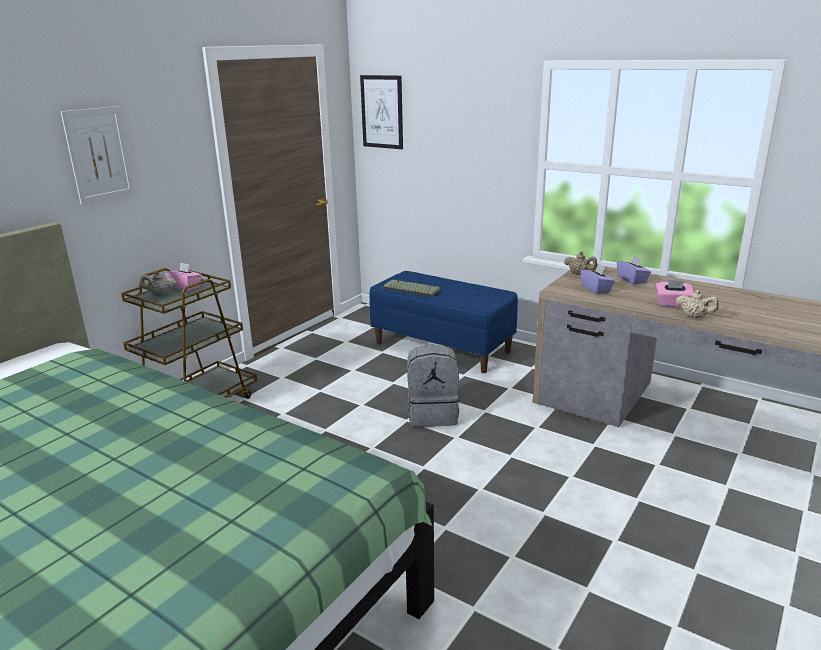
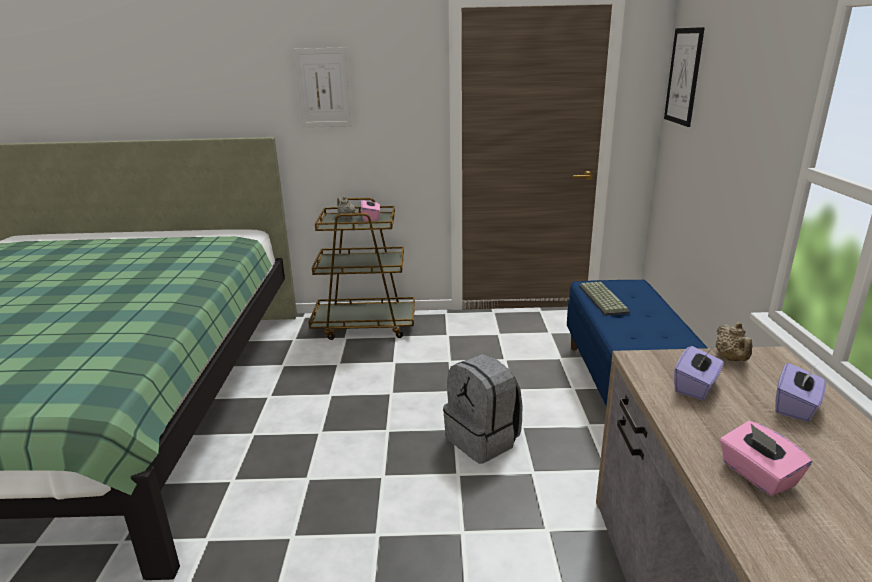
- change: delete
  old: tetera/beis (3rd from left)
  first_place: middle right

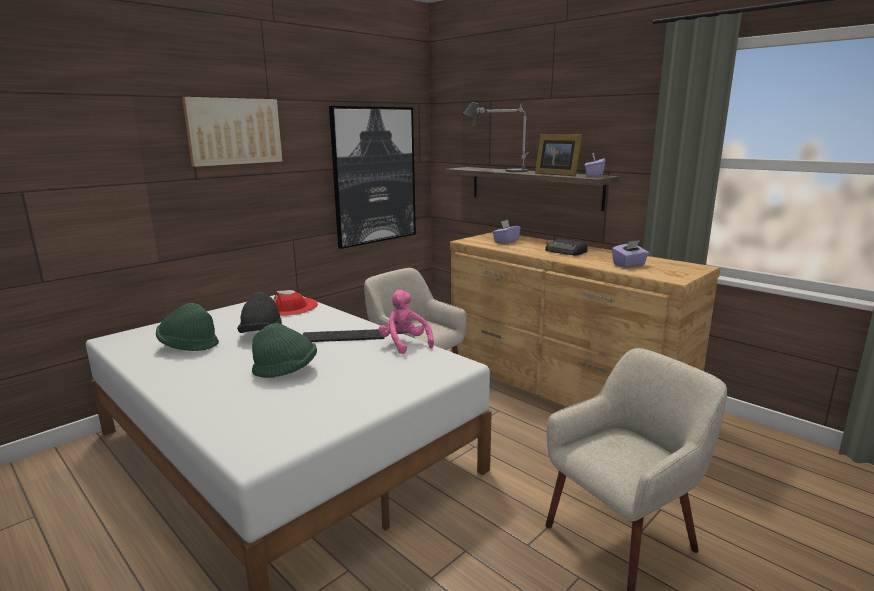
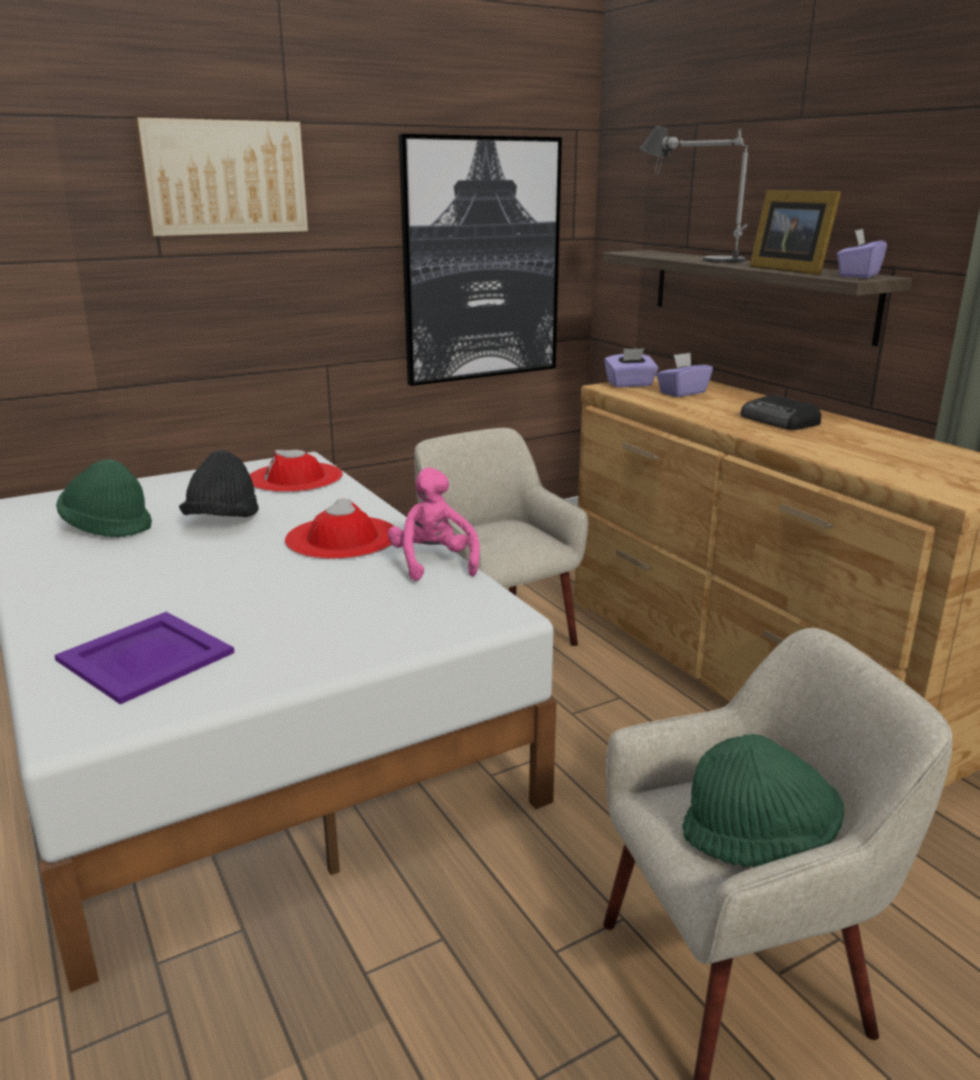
- change: move
  old: sombrero/verde (2nd from left)
  first_place: middle left
  second_place: bottom right
- change: replace
  old: teclado
  new: sombrero/rojo (2nd from left)
  first_place: centre
  second_place: centre
- change: move
  old: caja de pañuelos/morado (3rd from left in the first image)
  new: caja de pañuelos/morado (1st from left)
  first_place: middle right
  second_place: centre
- change: insert
  new: bandeja/morado
  second_place: middle left

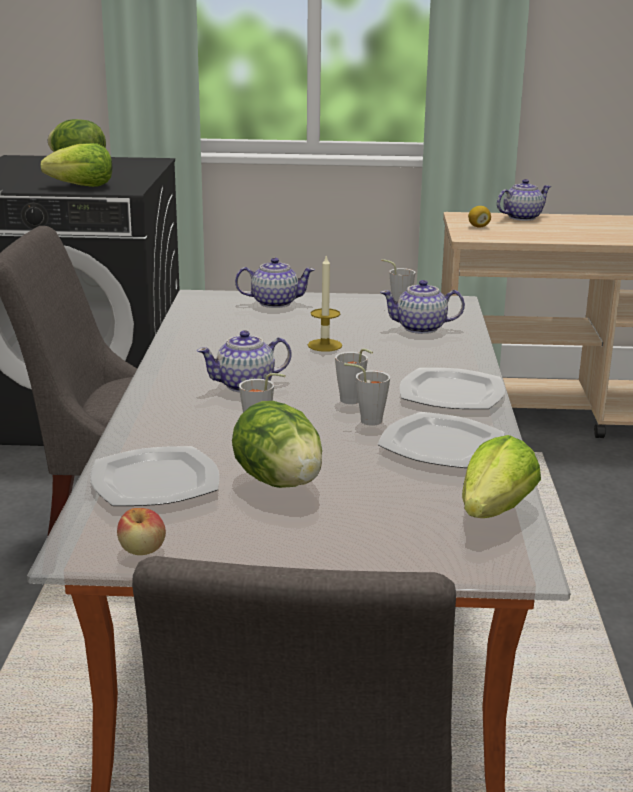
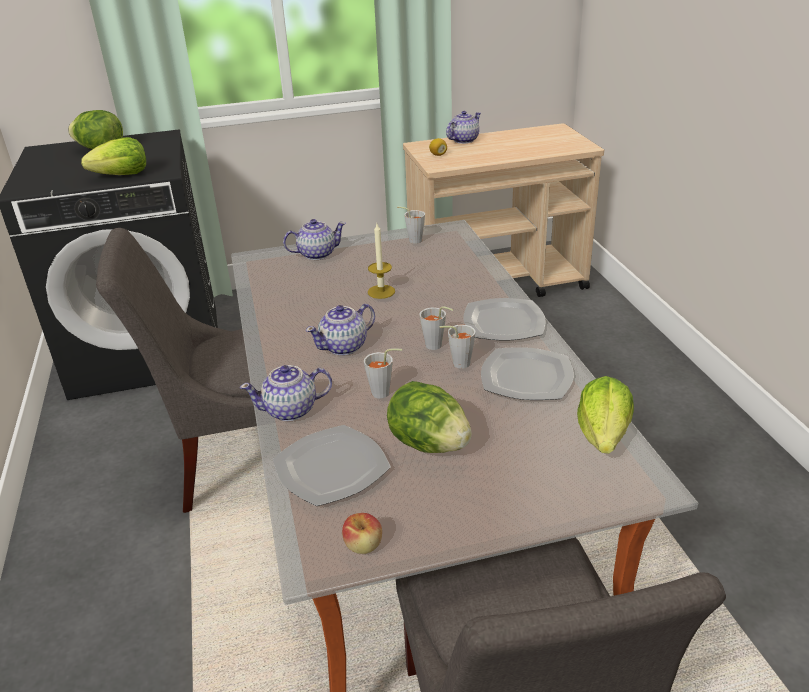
- change: move
  old: tetera (3rd from left in the first image)
  new: tetera (1st from left)
  first_place: middle right
  second_place: centre

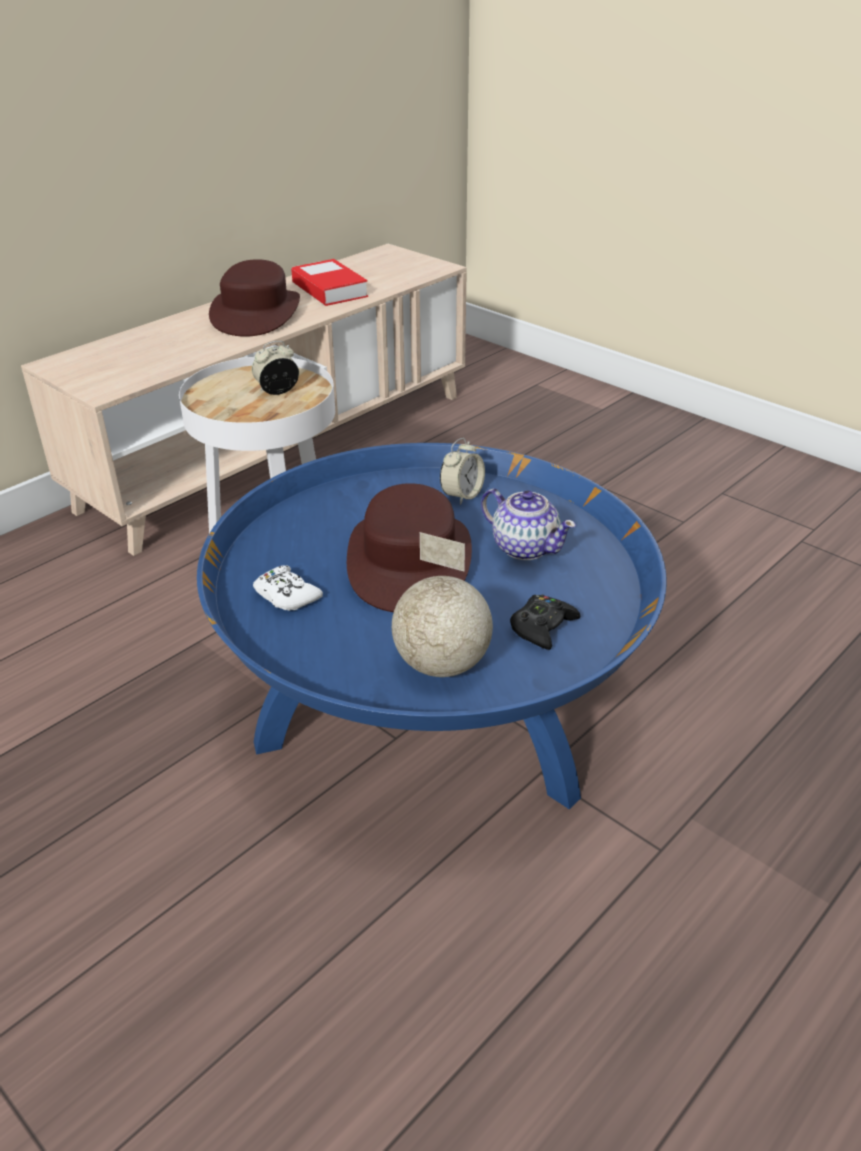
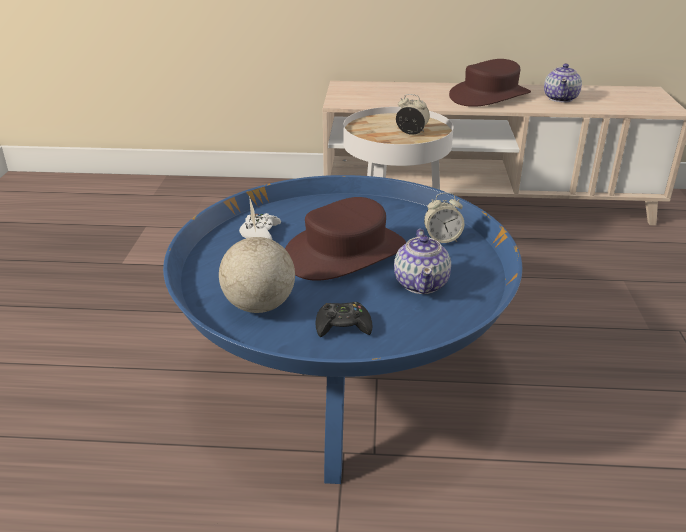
- change: replace
  old: libro
  new: tetera (2nd from left)
  first_place: top centre
  second_place: top right

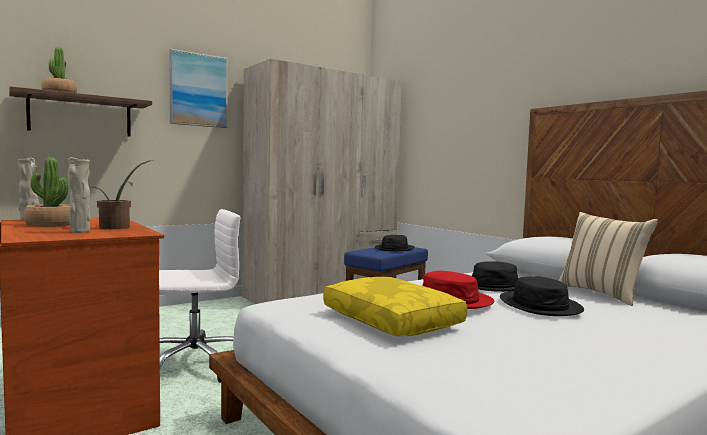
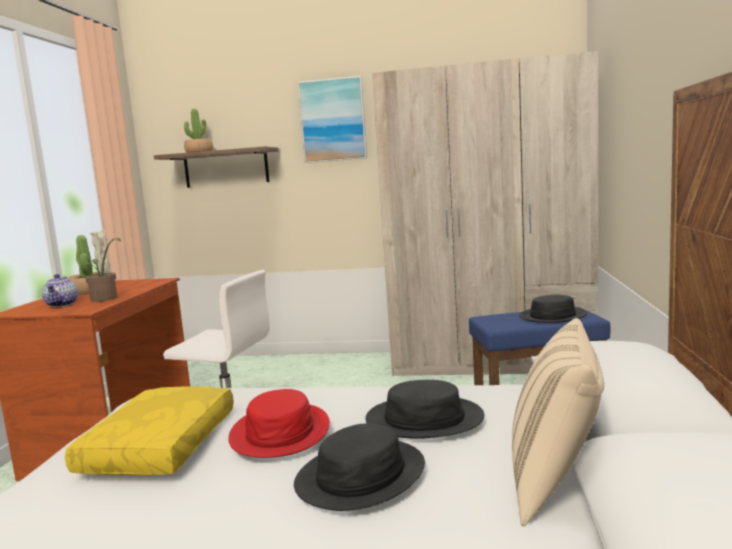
- change: replace
  old: florero/beis (2nd from left)
  new: tetera
  first_place: middle left
  second_place: middle left

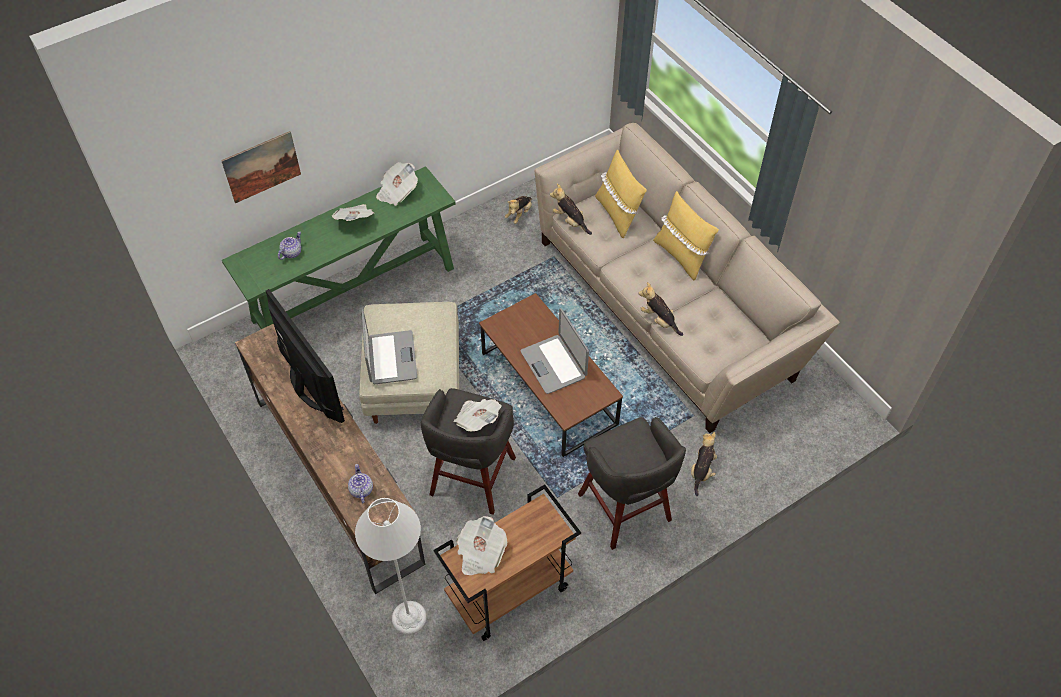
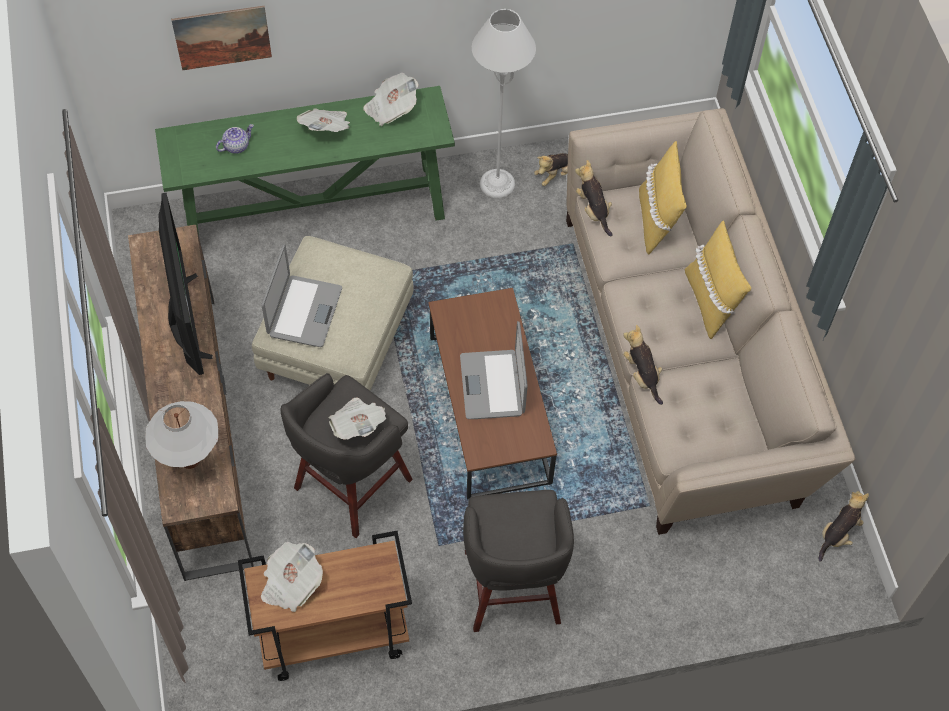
- change: replace
  old: tetera (2nd from left)
  new: lámpara de mesa/blanco
  first_place: bottom centre
  second_place: middle left
- change: move
  old: lámpara de pie/gris
  first_place: bottom centre
  second_place: top centre
- change: move
  old: peluche (4th from left)
  first_place: centre
  second_place: bottom right

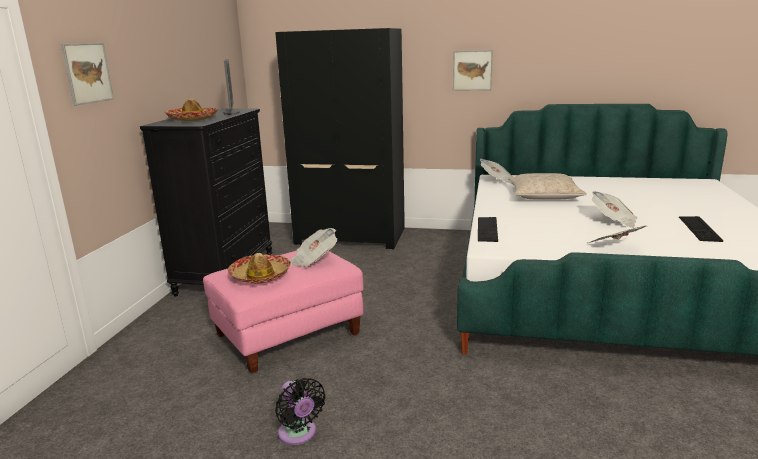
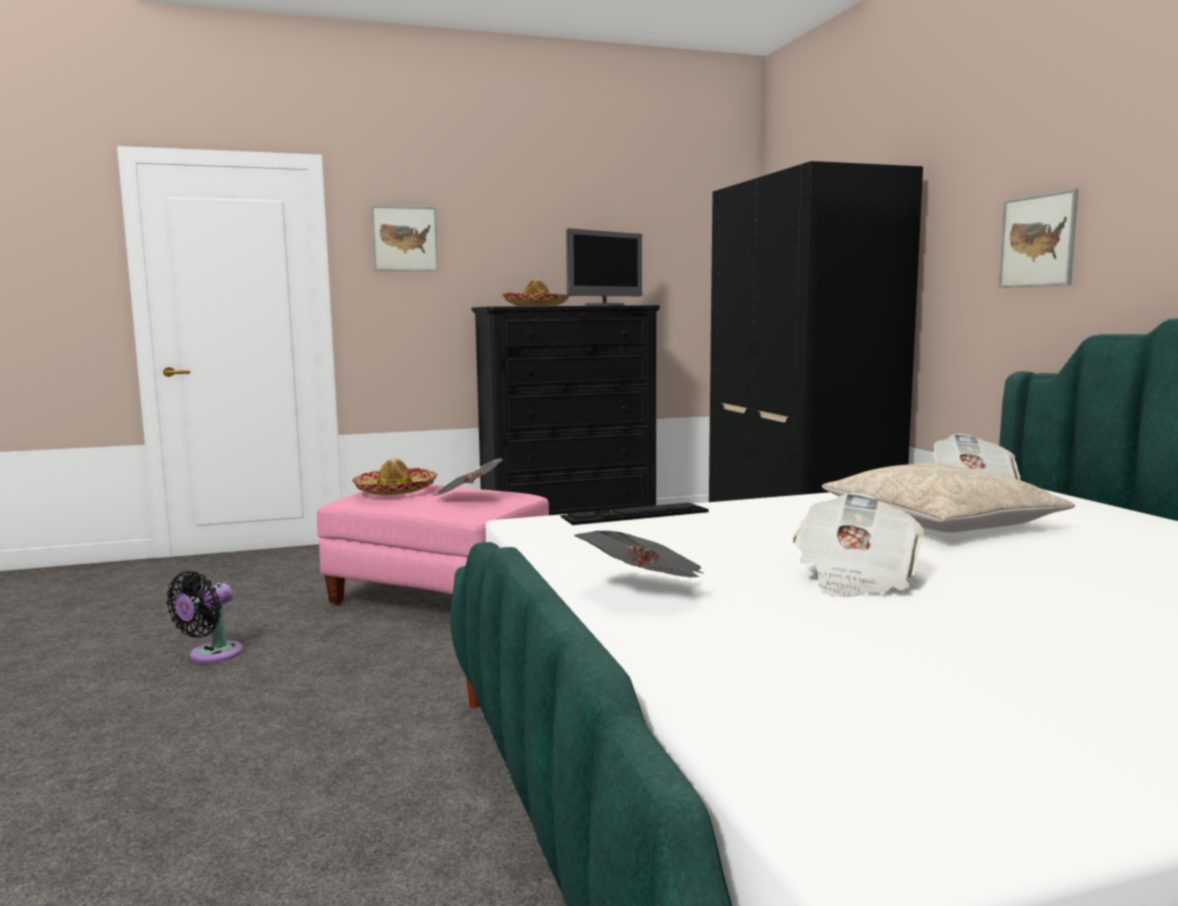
- change: delete
  old: teclado (2nd from left)
  first_place: middle right

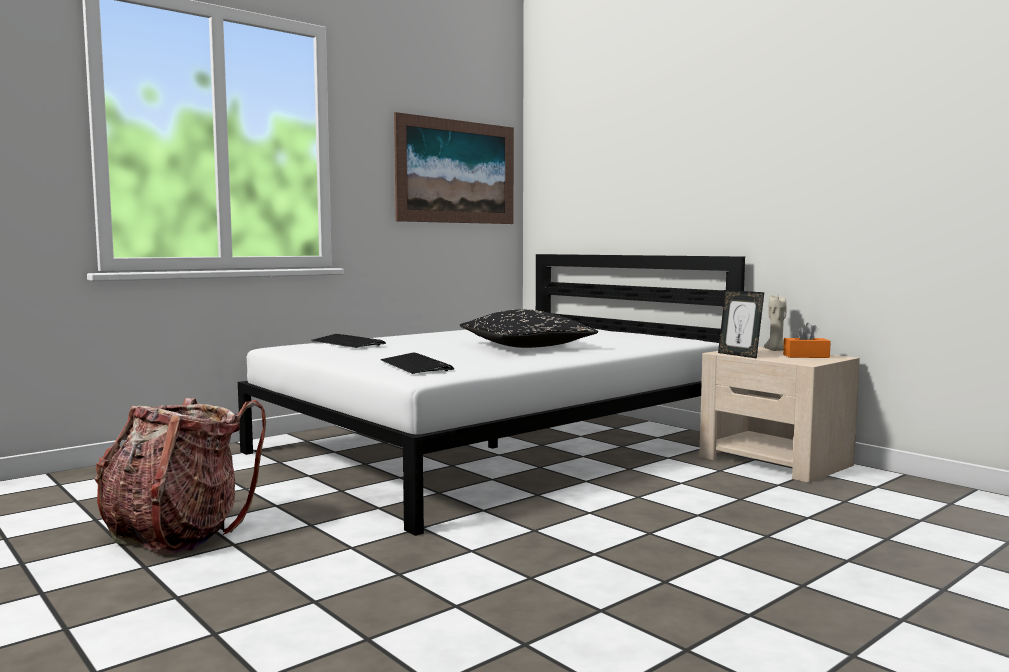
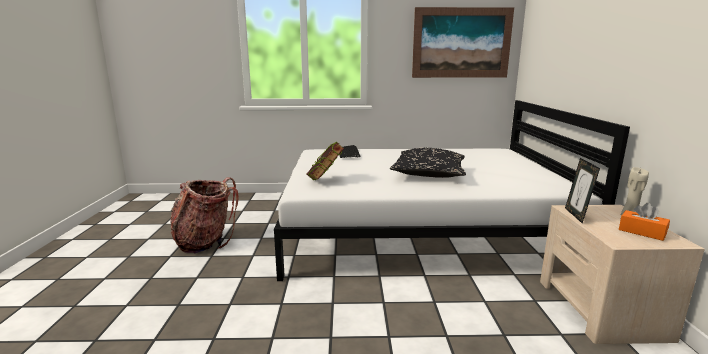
- change: replace
  old: teclado (2nd from left)
  new: libro
  first_place: centre
  second_place: centre

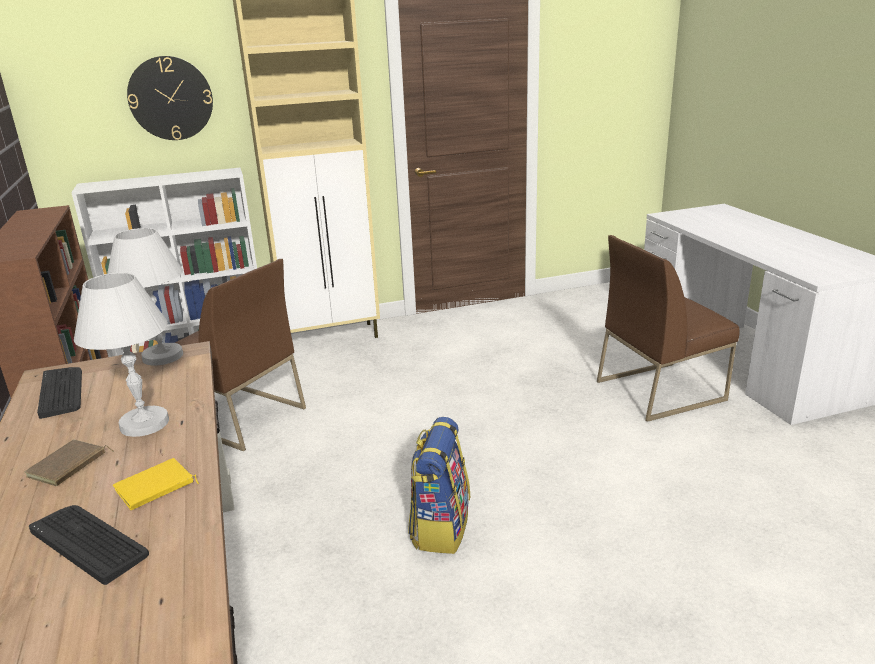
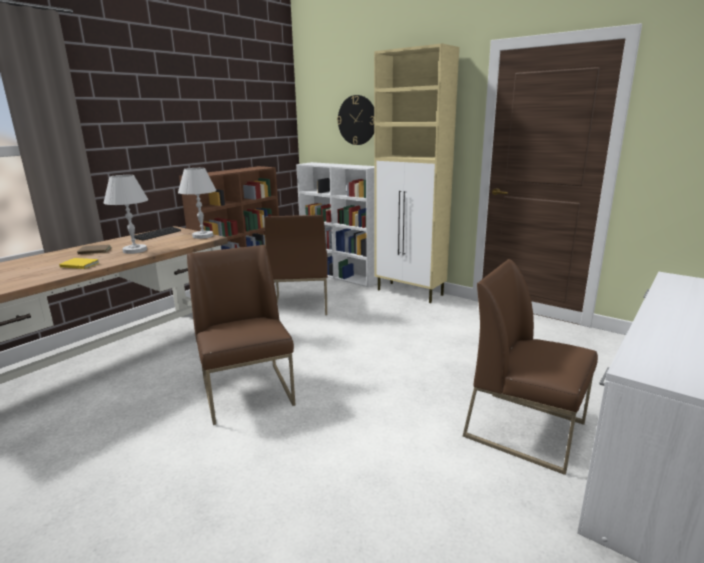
- change: delete
  old: teclado (2nd from left)
  first_place: bottom left
- change: replace
  old: mochila
  new: silla/marrón (1st from left)
  first_place: bottom centre
  second_place: centre

